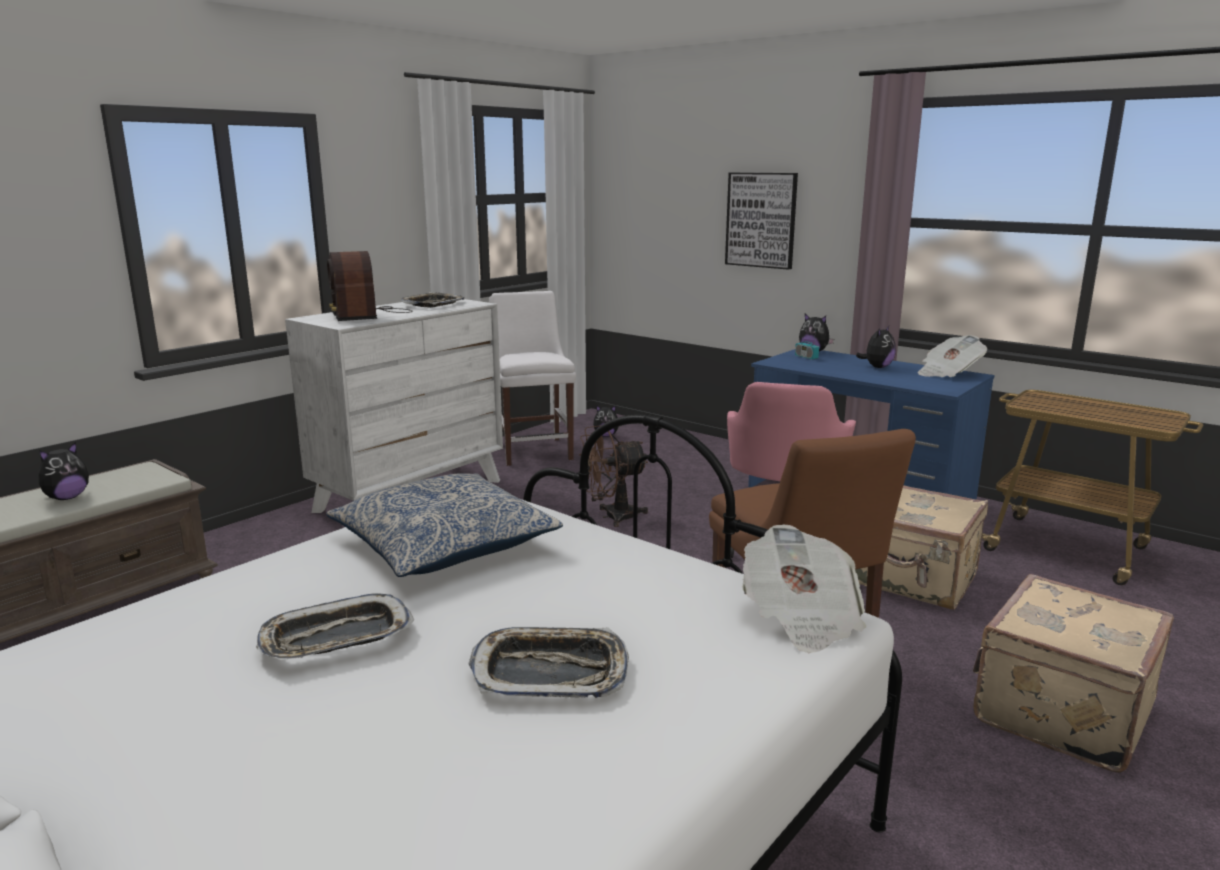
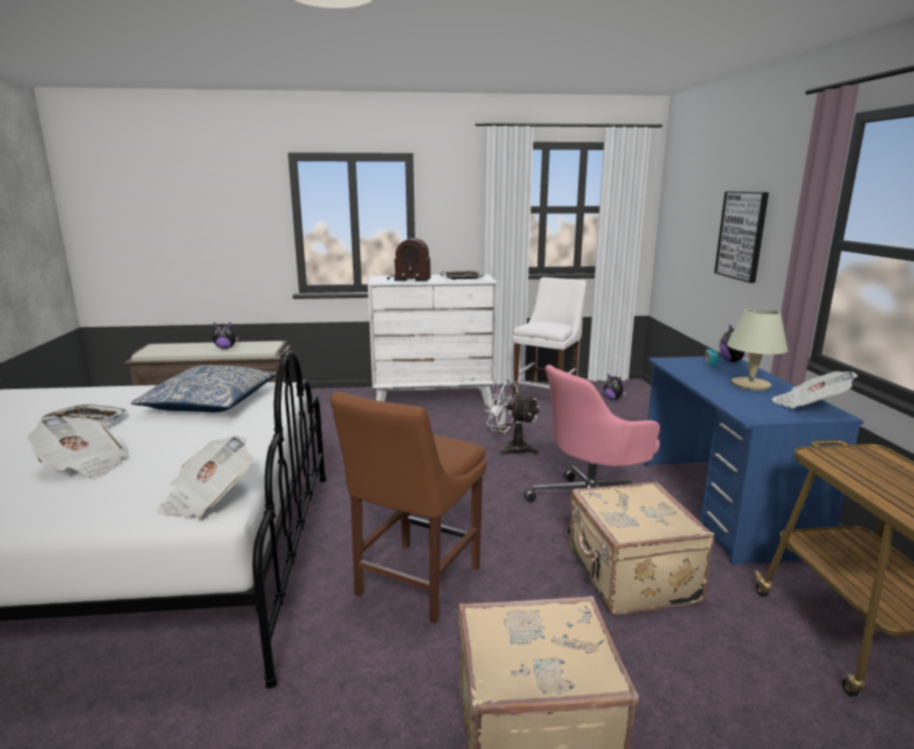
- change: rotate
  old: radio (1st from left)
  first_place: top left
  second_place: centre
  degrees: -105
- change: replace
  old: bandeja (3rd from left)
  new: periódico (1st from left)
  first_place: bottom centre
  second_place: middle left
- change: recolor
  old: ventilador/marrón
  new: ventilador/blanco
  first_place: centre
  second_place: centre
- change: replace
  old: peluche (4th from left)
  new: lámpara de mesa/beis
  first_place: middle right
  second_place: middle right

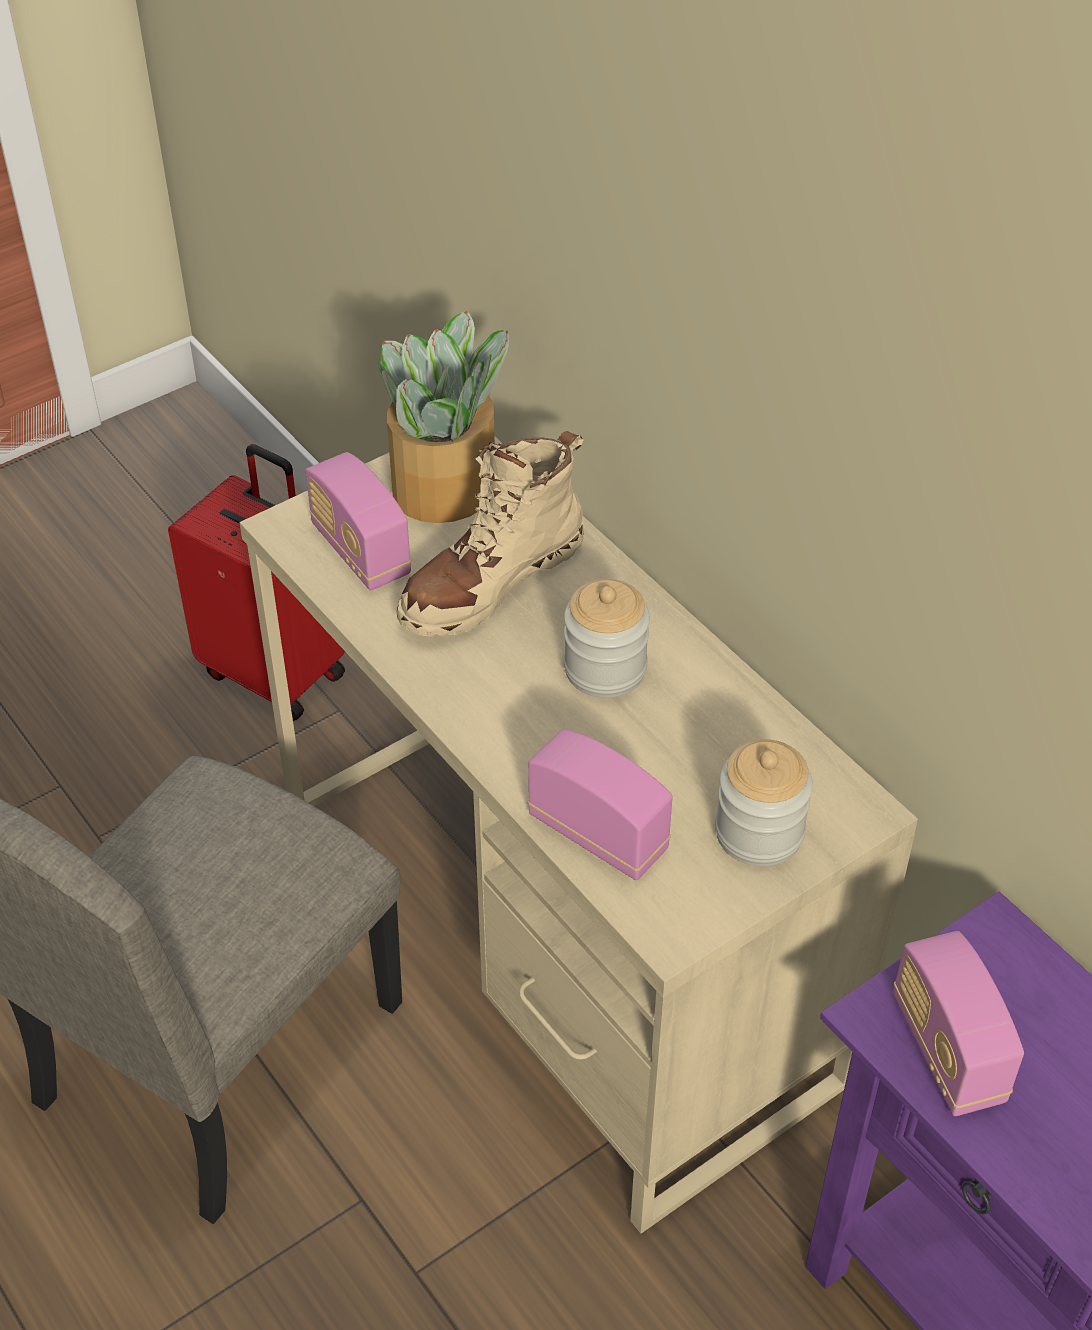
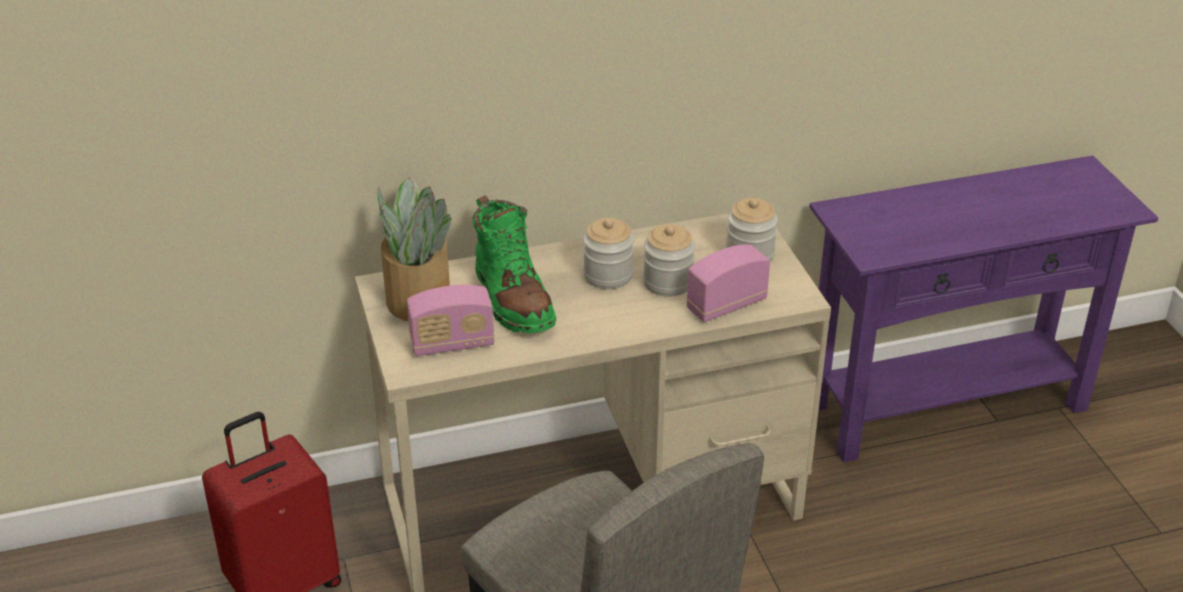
- change: recolor
  old: bota/beis
  new: bota/verde
  first_place: centre
  second_place: centre
- change: delete
  old: radio (3rd from left)
  first_place: bottom right
- change: insert
  new: tarro (2nd from left)
  second_place: centre

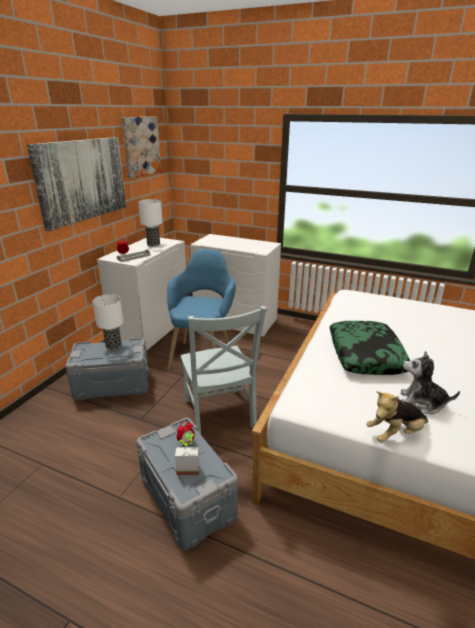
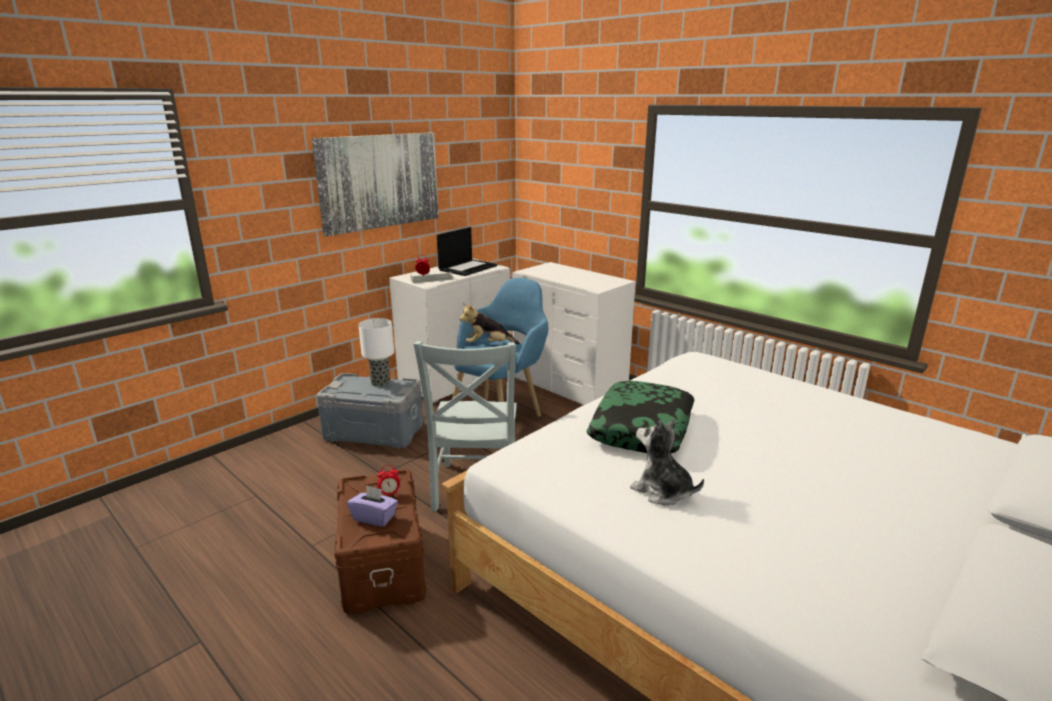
- change: delete
  old: cuadro (2nd from left)
  first_place: top left
- change: recolor
  old: caja de almacenaje/gris (2nd from left)
  new: caja de almacenaje/marrón
  first_place: bottom centre
  second_place: bottom centre
- change: replace
  old: lámpara de mesa (2nd from left)
  new: portátil
  first_place: middle left
  second_place: centre
- change: replace
  old: planta en maceta
  new: caja de pañuelos/morado
  first_place: bottom centre
  second_place: bottom centre
- change: move
  old: peluche (1st from left)
  first_place: middle right
  second_place: centre

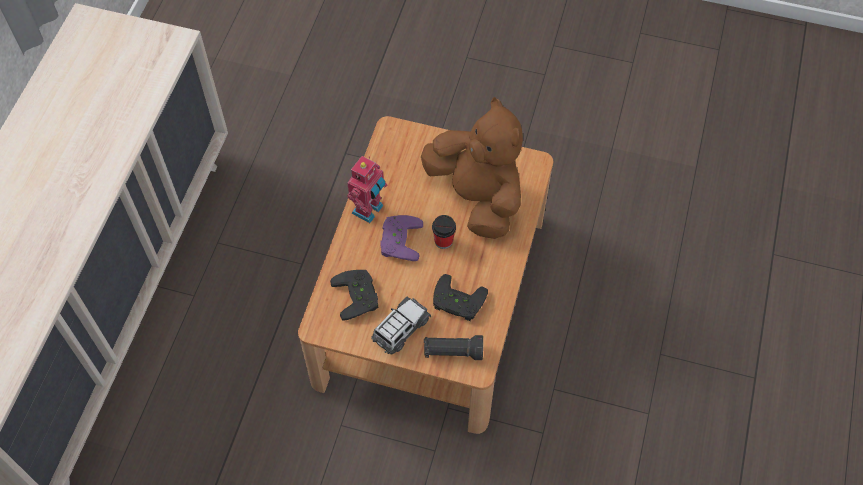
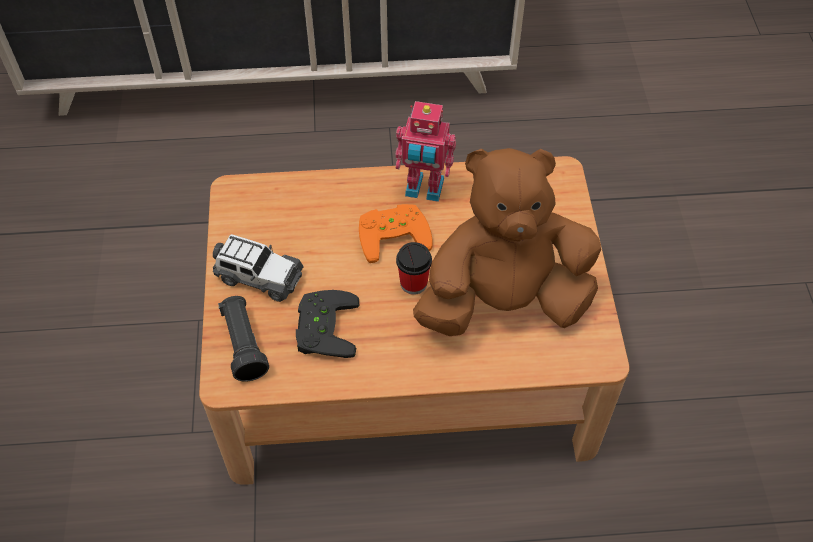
- change: delete
  old: mando de consola/negro (1st from left)
  first_place: centre
- change: recolor
  old: mando de consola/morado
  new: mando de consola/naranja
  first_place: centre
  second_place: centre
- change: rotate
  old: peluche/marrón
  first_place: centre
  second_place: centre
  degrees: -135

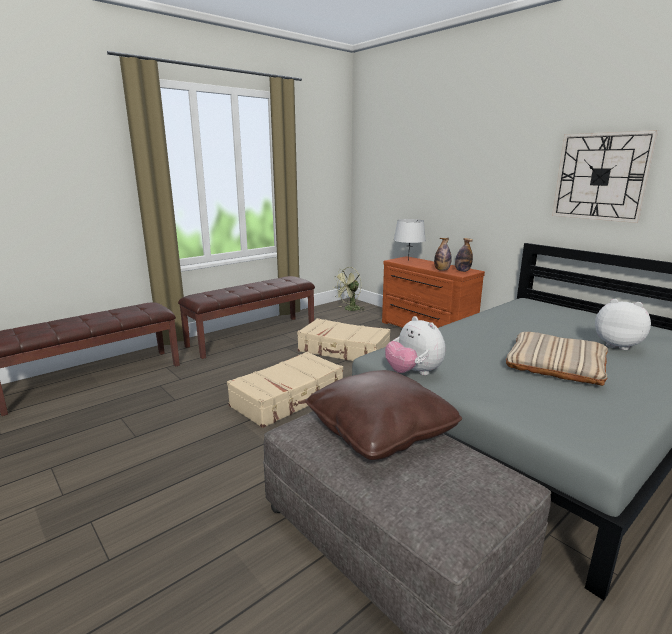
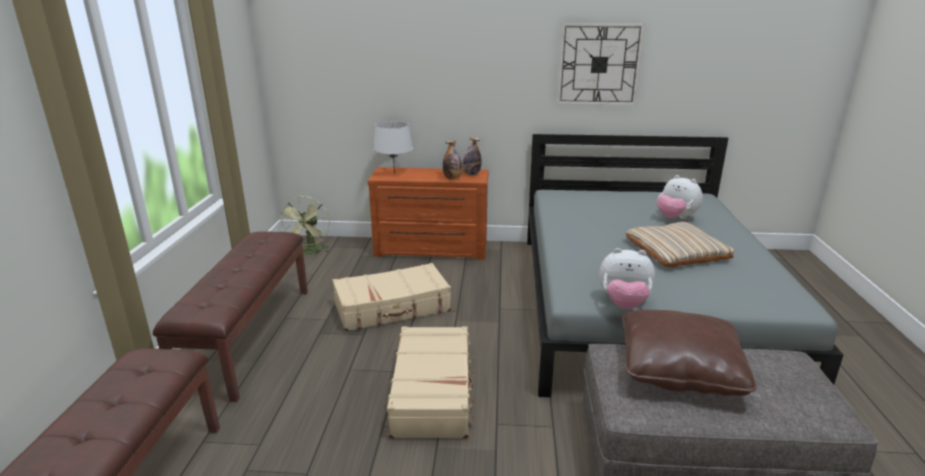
- change: rotate
  old: peluche (2nd from left)
  first_place: middle right
  second_place: middle right
  degrees: -120

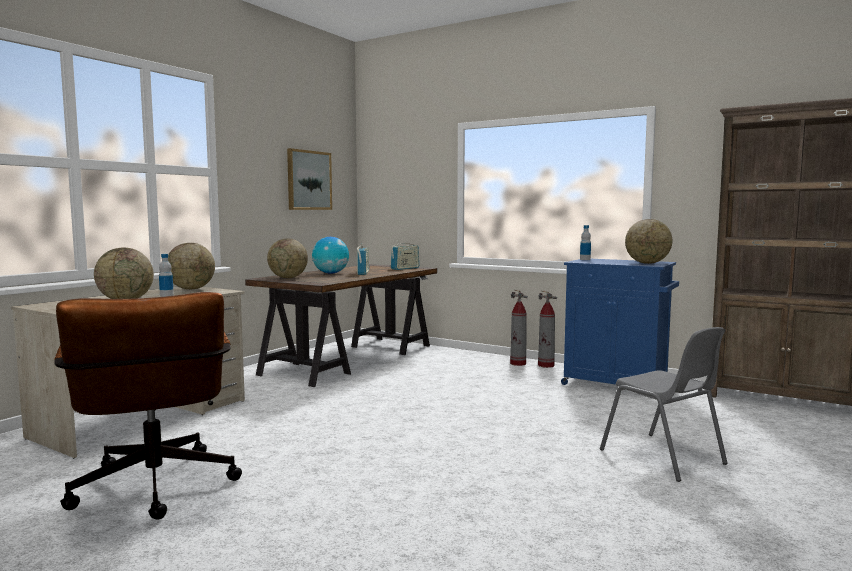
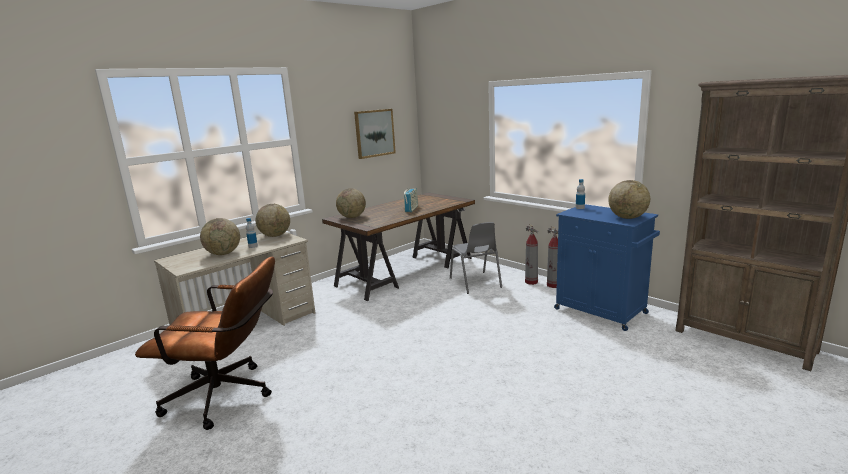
- change: rotate
  old: silla de oficina/marrón
  first_place: bottom left
  second_place: bottom left
  degrees: -75
- change: delete
  old: globo terráqueo (4th from left)
  first_place: centre
- change: delete
  old: radio (2nd from left)
  first_place: centre
- change: move
  old: silla/gris
  first_place: bottom right
  second_place: centre

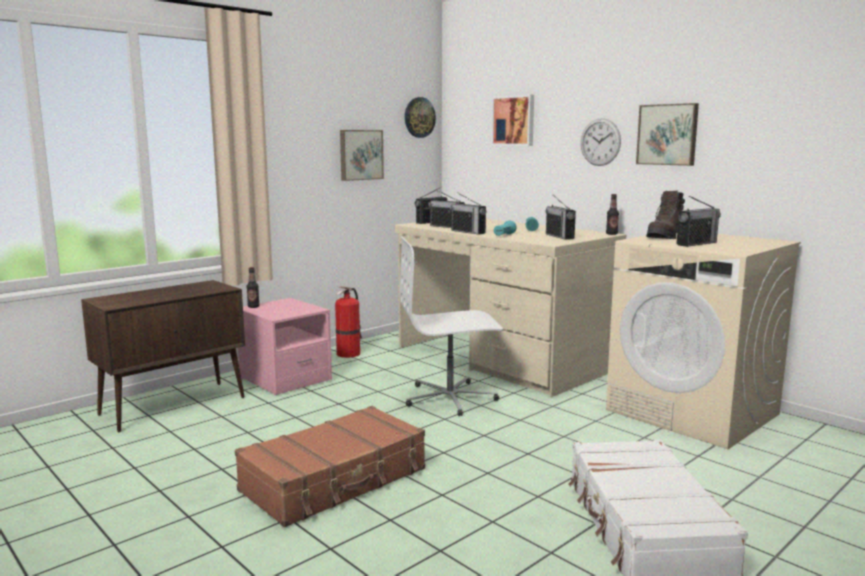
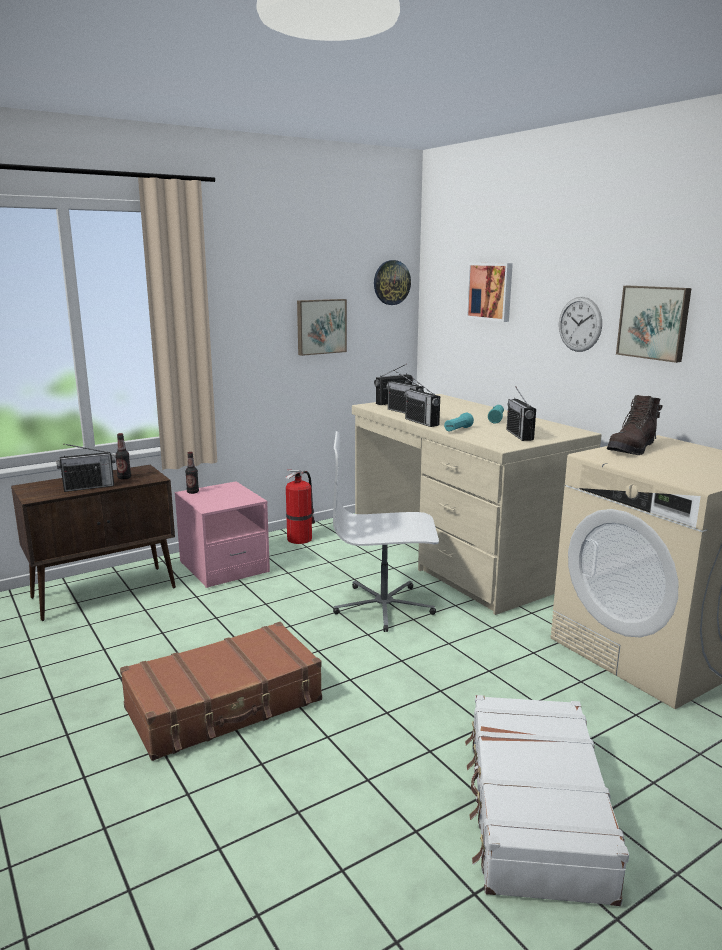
- change: move
  old: botella (2nd from left in the first image)
  new: botella (1st from left)
  first_place: middle right
  second_place: middle left
- change: move
  old: radio (5th from left in the first image)
  new: radio (1st from left)
  first_place: middle right
  second_place: middle left

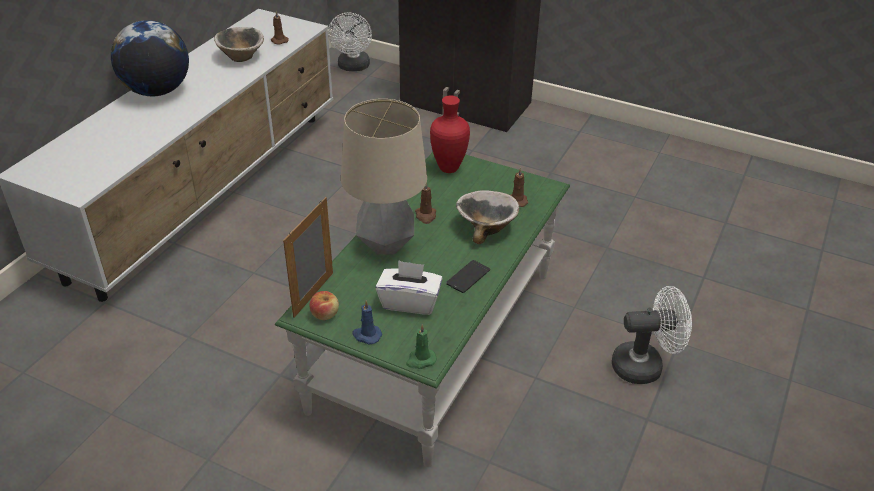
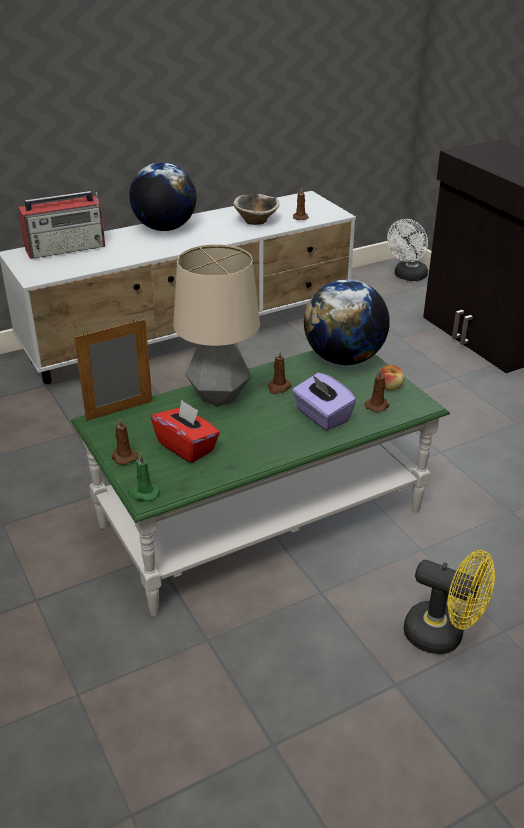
- change: move
  old: manzana
  first_place: centre
  second_place: middle right
- change: recolor
  old: vela/azul
  new: vela/marrón (1st from left)
  first_place: centre
  second_place: middle left
- change: recolor
  old: caja de pañuelos/blanco
  new: caja de pañuelos/rojo
  first_place: centre
  second_place: centre
- change: replace
  old: florero/rojo
  new: globo terráqueo (2nd from left)
  first_place: top centre
  second_place: centre
- change: delete
  old: móvil
  first_place: centre
- change: replace
  old: cuenco (2nd from left)
  new: caja de pañuelos/morado
  first_place: centre
  second_place: centre
- change: recolor
  old: ventilador/blanco (2nd from left)
  new: ventilador/amarillo
  first_place: bottom right
  second_place: bottom right
- change: insert
  new: radio
  second_place: top left

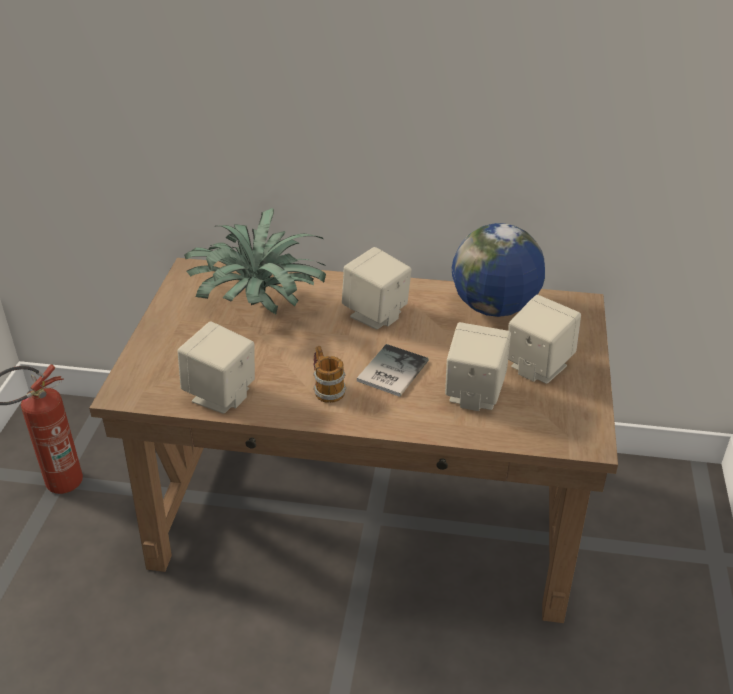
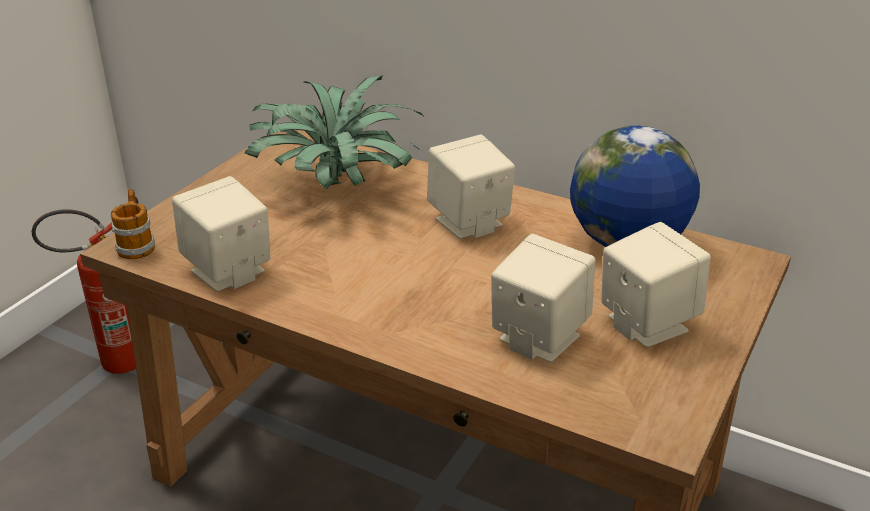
- change: move
  old: taza grande
  first_place: centre
  second_place: middle left
- change: delete
  old: libro
  first_place: centre

